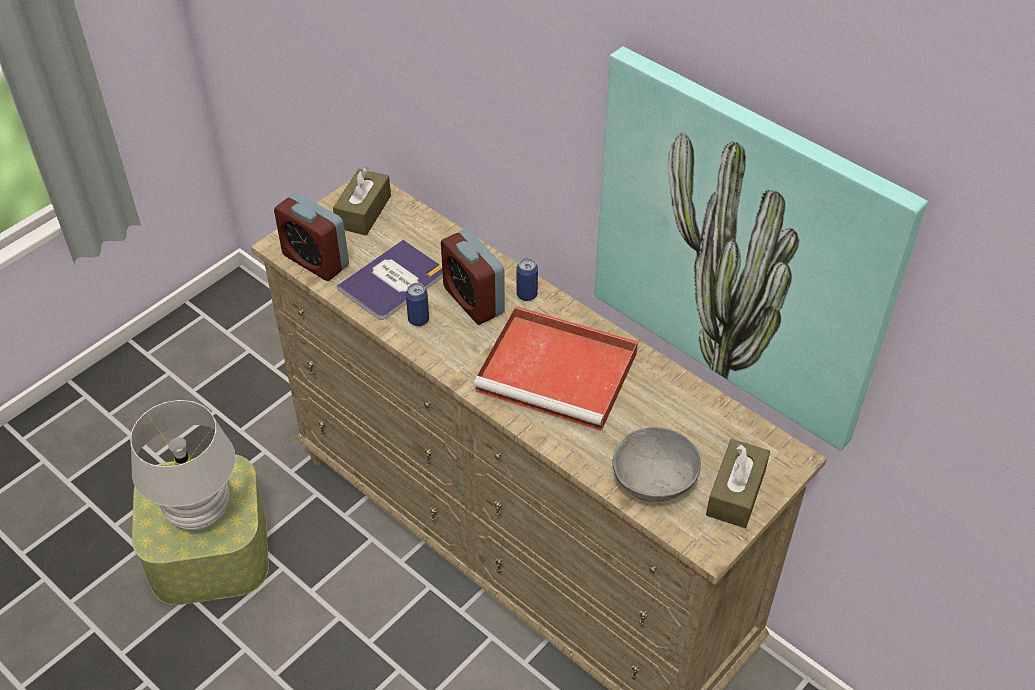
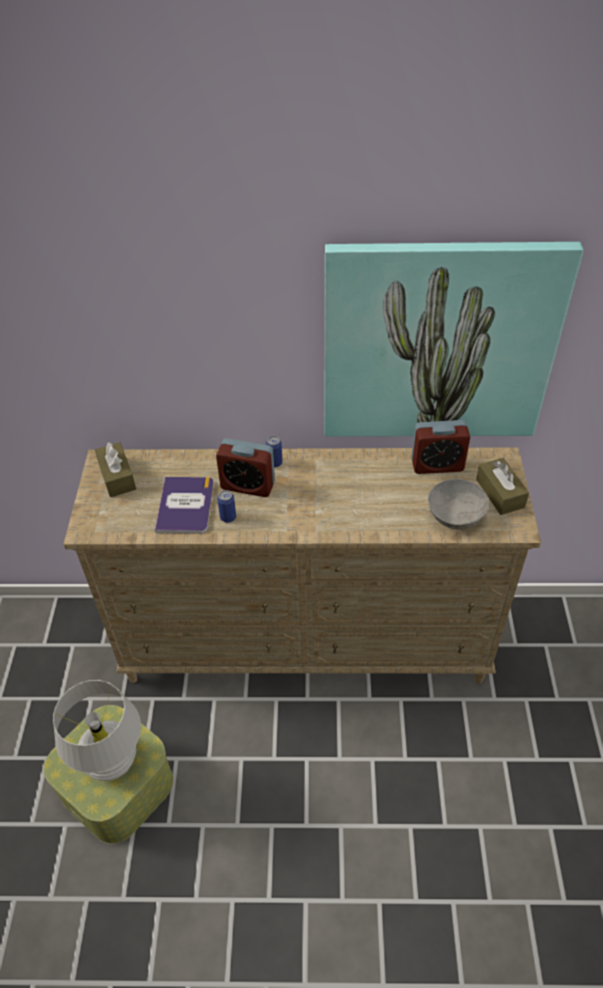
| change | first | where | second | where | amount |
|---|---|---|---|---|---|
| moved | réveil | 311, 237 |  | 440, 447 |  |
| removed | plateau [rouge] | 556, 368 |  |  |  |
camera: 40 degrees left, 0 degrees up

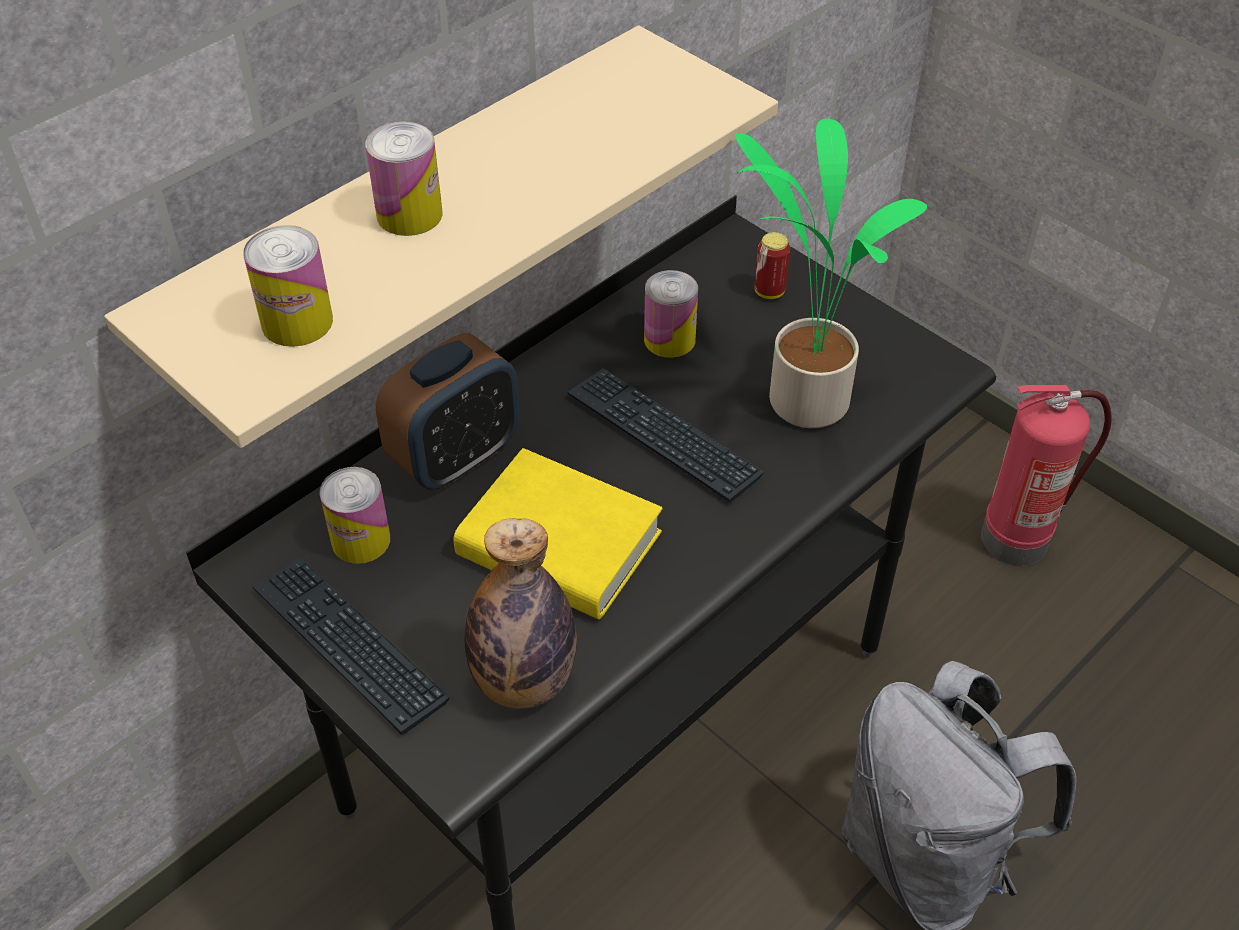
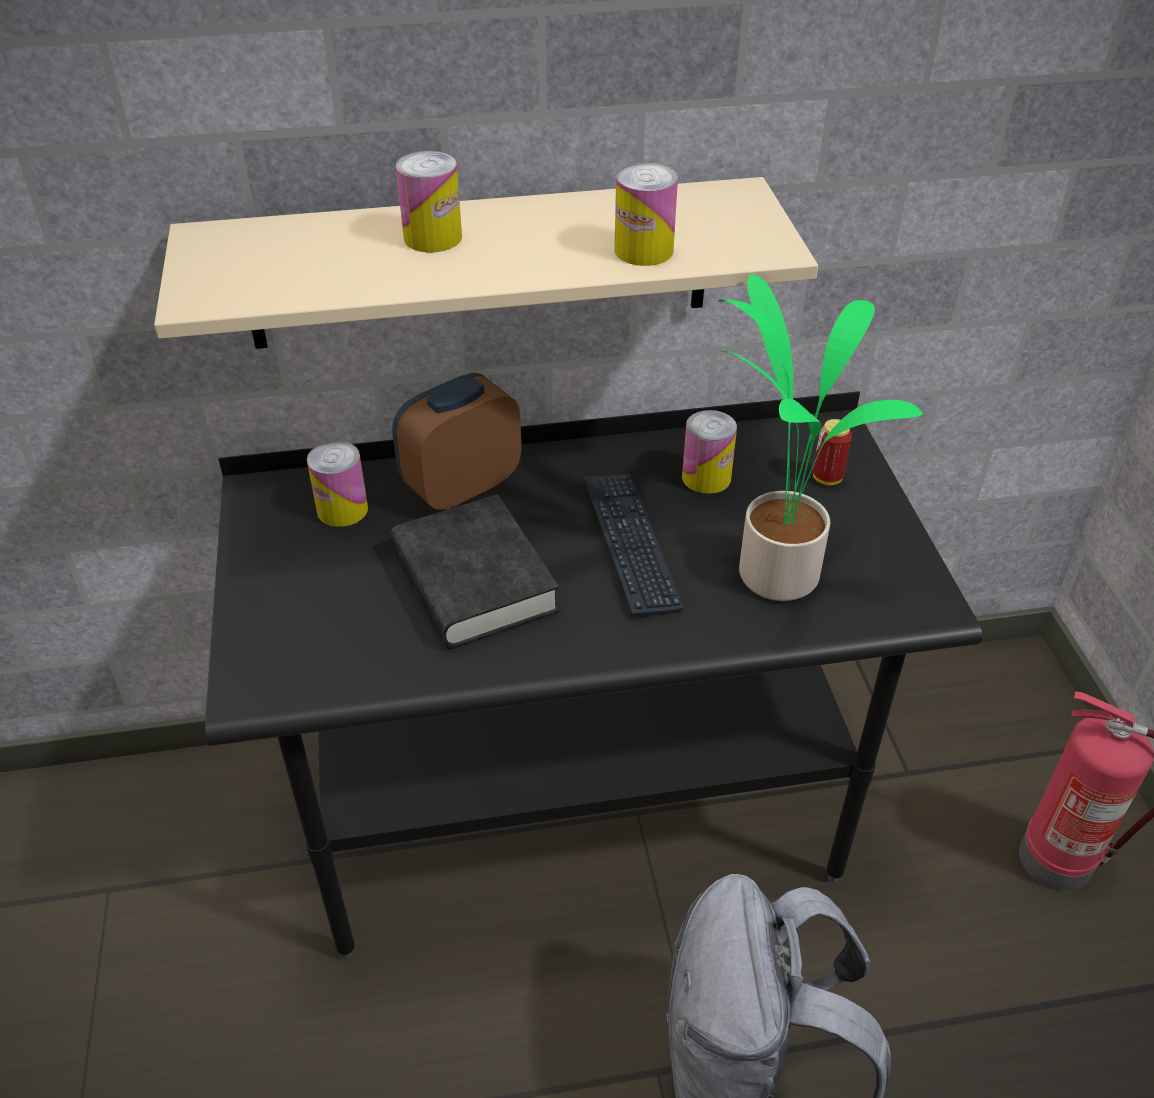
| change | first | where | second | where | amount |
|---|---|---|---|---|---|
| moved | boîte métallique | 288, 286 |  | 646, 214 |  |
| turned | réveil | 447, 411 |  | 457, 441 | 150 degrees clockwise |
| recoloured | livre [jaune] | 557, 533 | livre [noir] | 474, 571 |  |
| removed | bouteille | 520, 613 |  |  |  |
| removed | clavier | 351, 646 |  |  |  |
camera: 35 degrees right, 5 degrees down

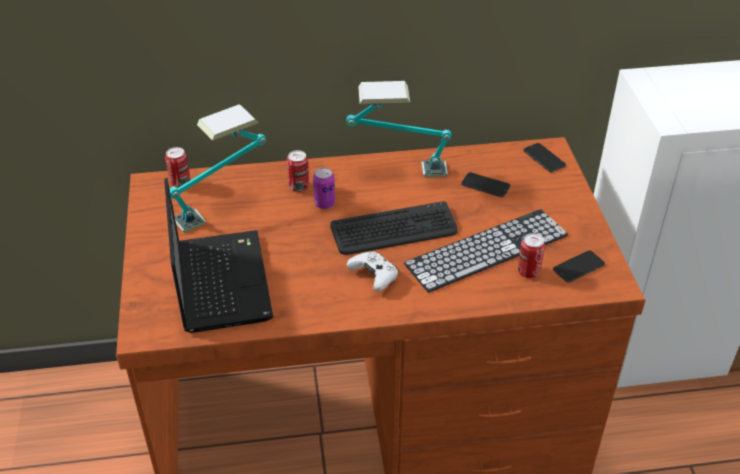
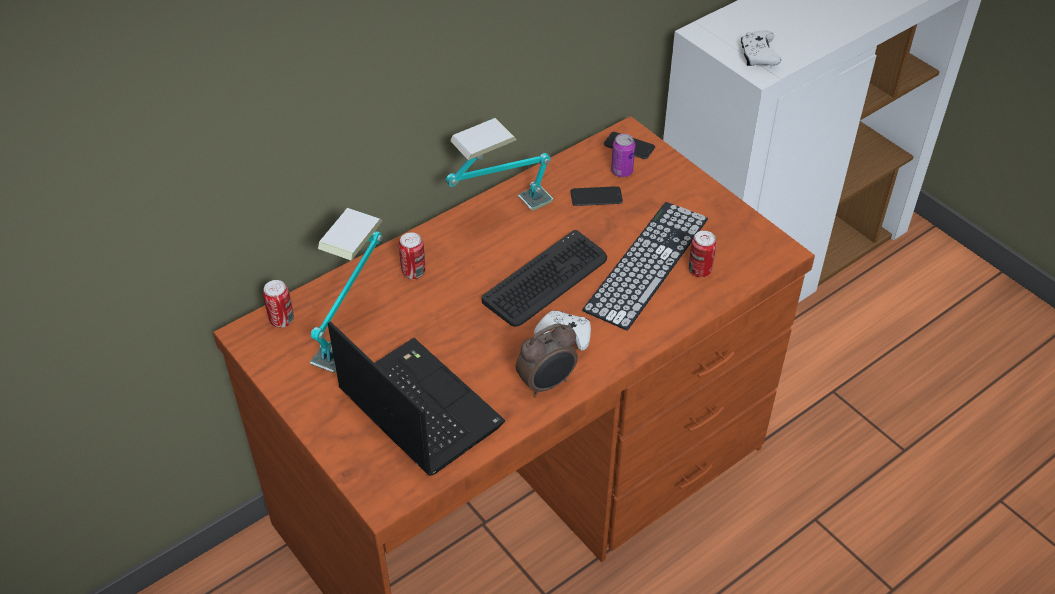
| change | first | where | second | where | amount |
|---|---|---|---|---|---|
| moved | boîte métallique | 324, 188 |  | 623, 155 |  |
| removed | téléphone | 579, 266 |  |  |  |
| added |  |  | manette [blanc] | 761, 48 |  |
| added |  |  | réveil | 547, 360 |  |
camera: 30 degrees left, 5 degrees up

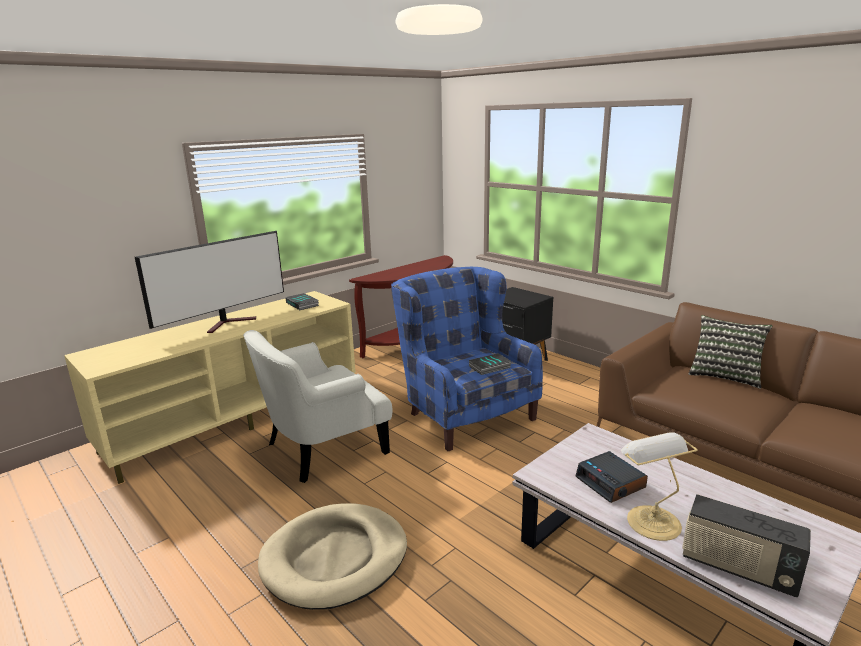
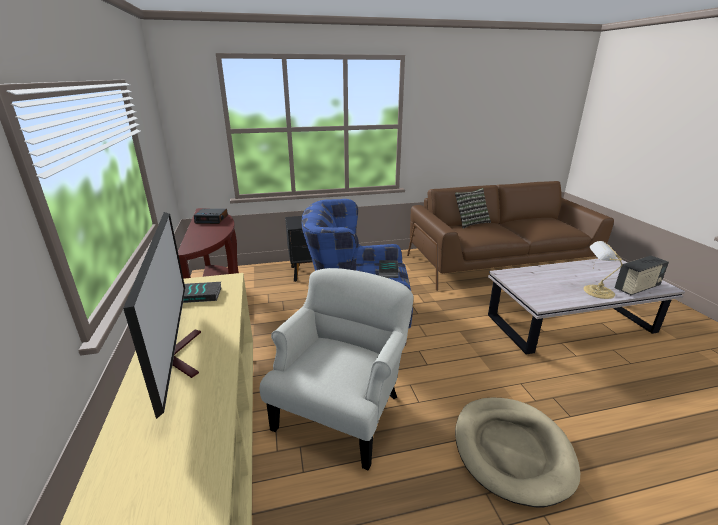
| change | first | where | second | where | amount |
|---|---|---|---|---|---|
| turned | fauteuil [blanc] | 317, 406 |  | 337, 369 | 150 degrees counterclockwise |
| moved | réveil | 612, 477 |  | 211, 216 |  |
camera: 60 degrees left, 5 degrees up

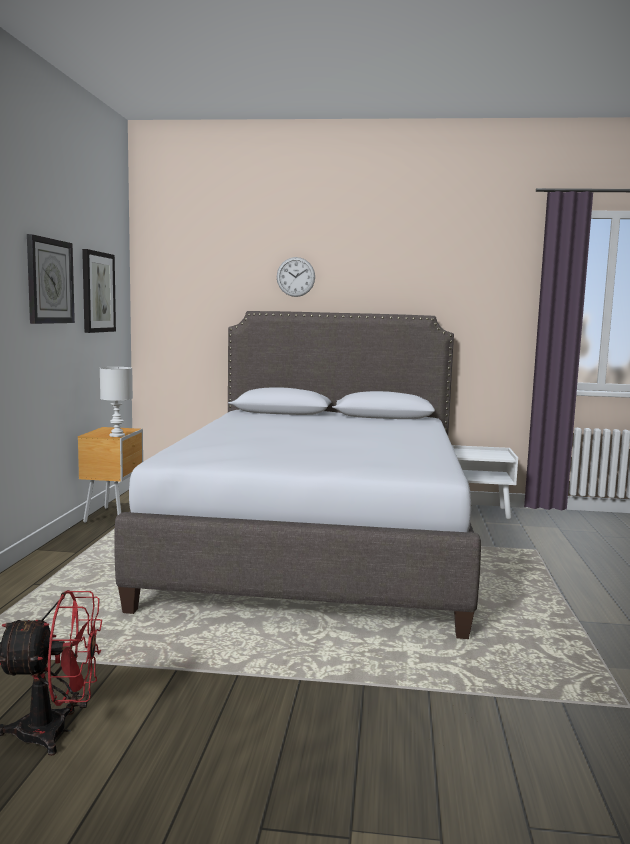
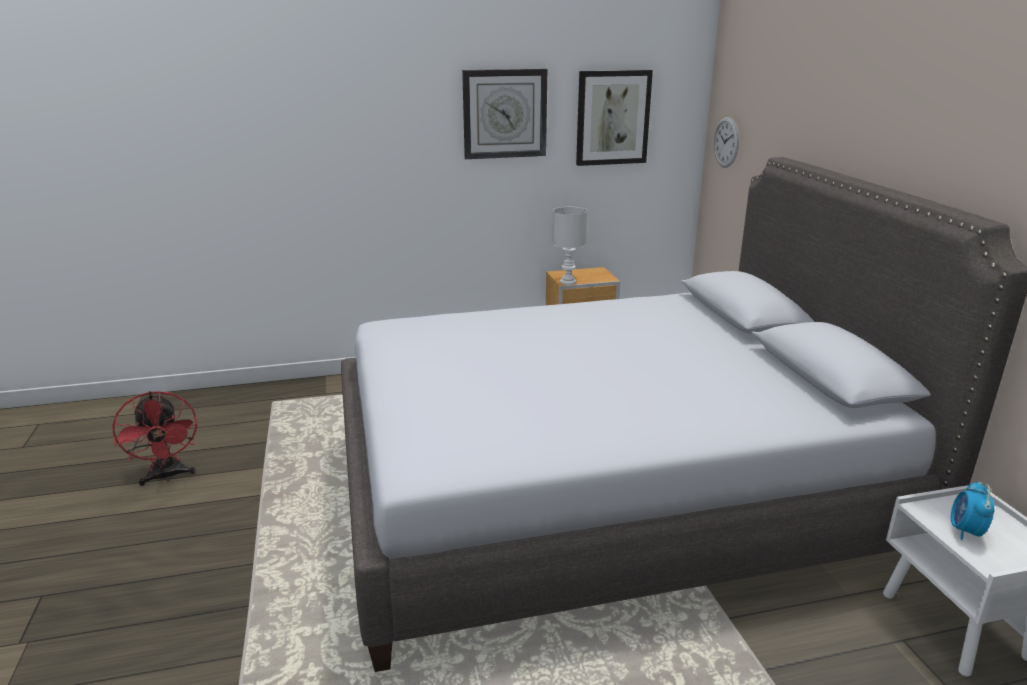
| change | first | where | second | where | amount |
|---|---|---|---|---|---|
| moved | horloge murale | 296, 277 |  | 726, 142 |  |
| added |  |  | réveil | 972, 510 |  |
camera: 70 degrees right, 15 degrees up

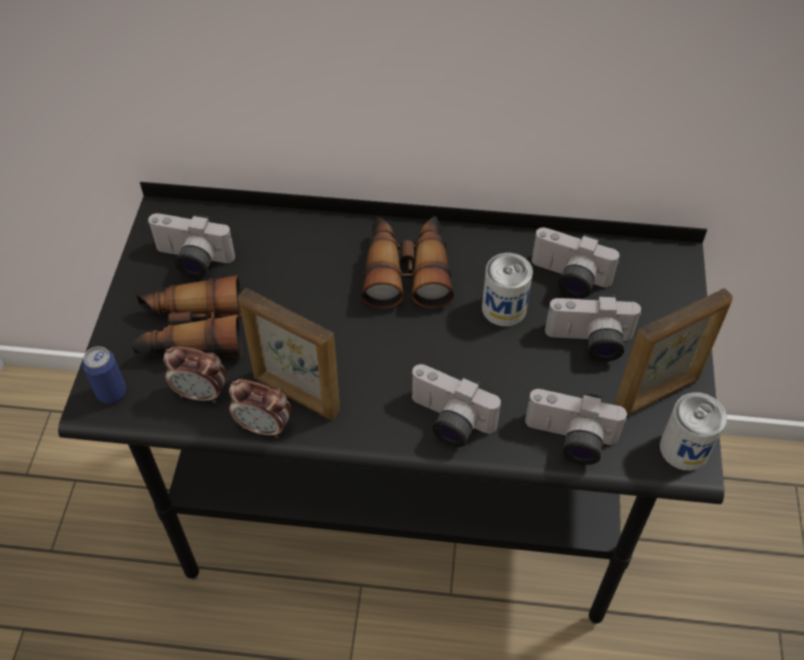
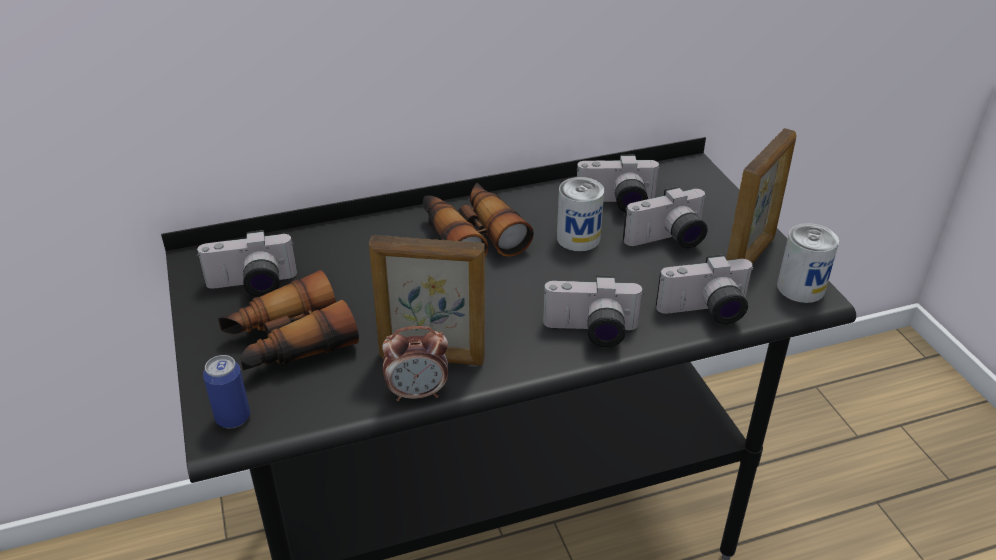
| change | first | where | second | where | amount |
|---|---|---|---|---|---|
| removed | réveil | 195, 374 |  |  |  |
camera: 25 degrees left, 15 degrees down

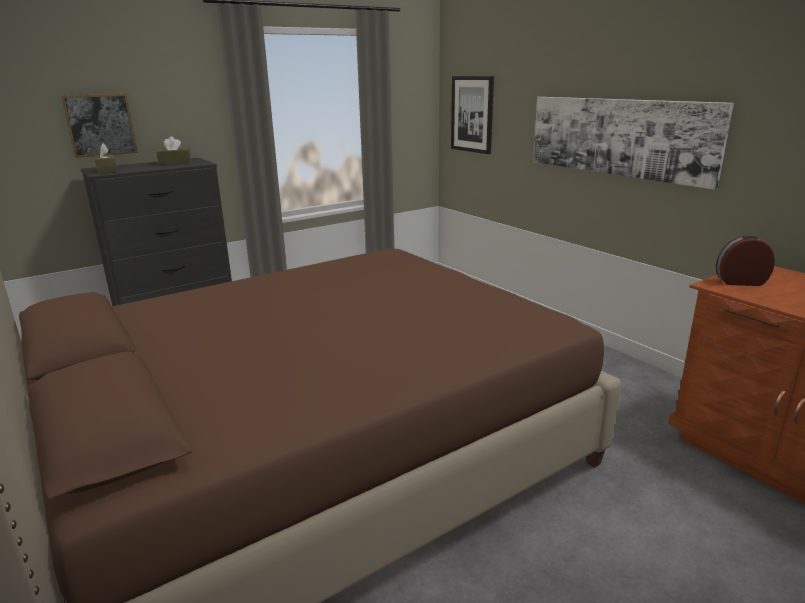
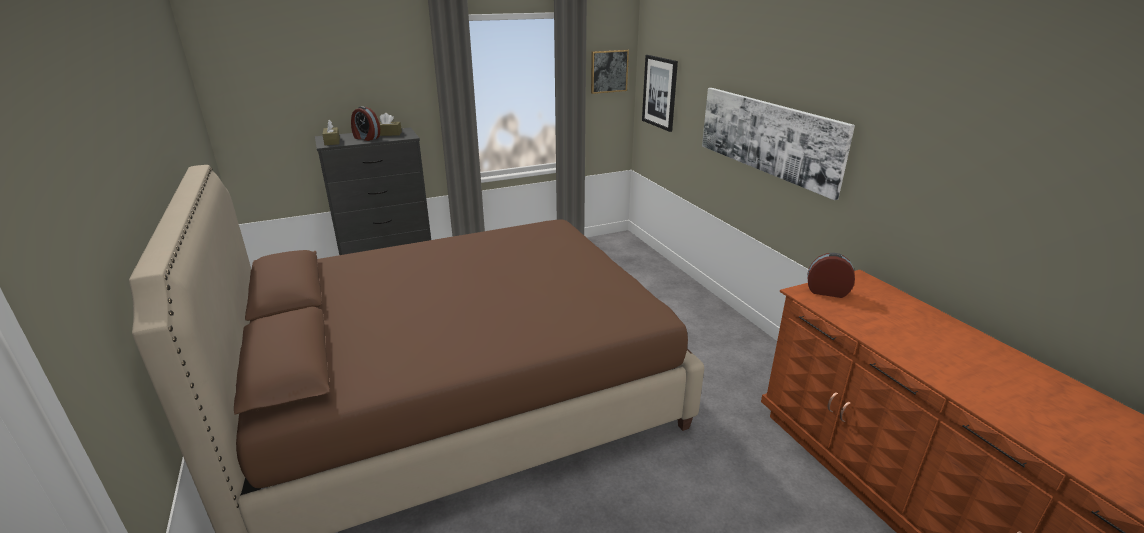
| change | first | where | second | where | amount |
|---|---|---|---|---|---|
| moved | tableau | 99, 126 |  | 610, 72 |  |
| added |  |  | réveil | 365, 123 |  |
camera: 10 degrees right, 5 degrees up

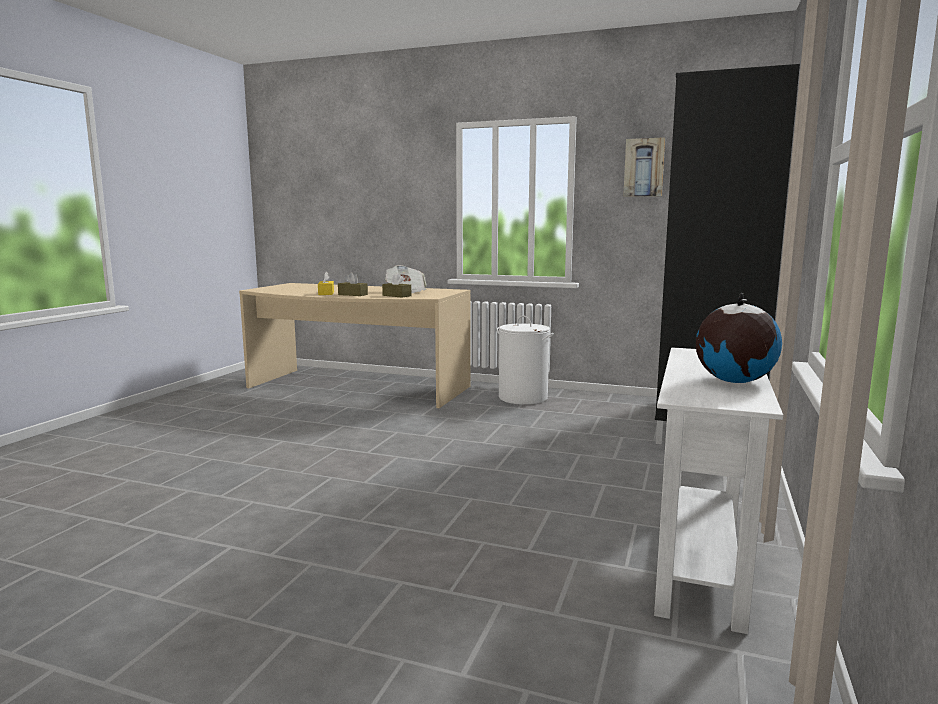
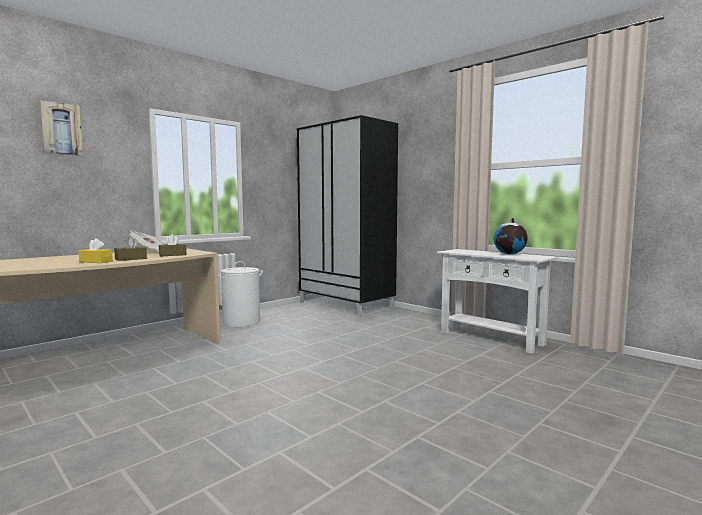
| change | first | where | second | where | amount |
|---|---|---|---|---|---|
| moved | tableau | 644, 167 |  | 61, 128 |  |
camera: 65 degrees left, 5 degrees down

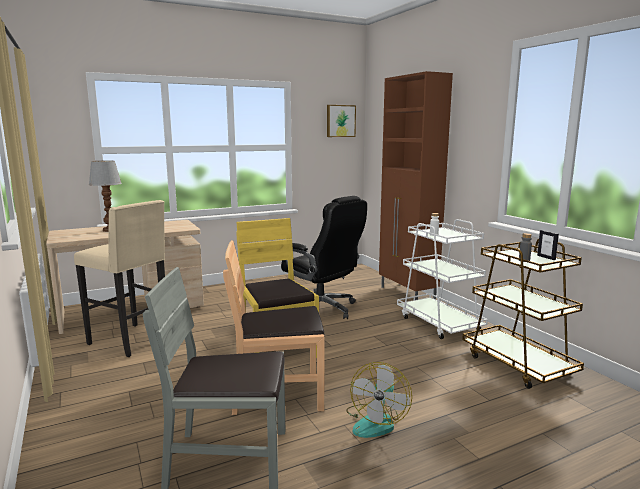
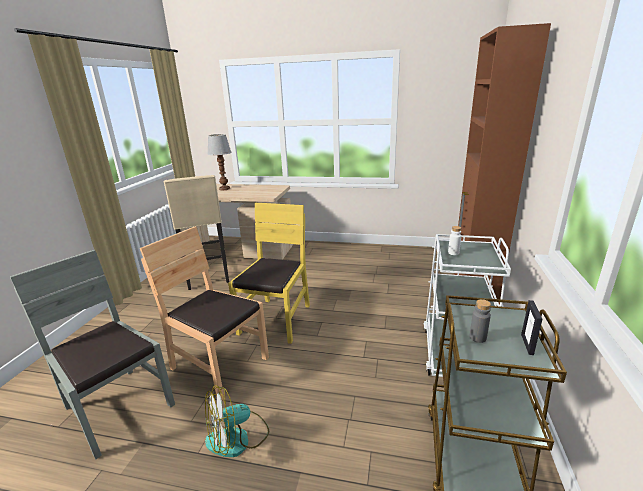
| change | first | where | second | where | amount |
|---|---|---|---|---|---|
| removed | tableau | 341, 121 |  |  |  |
| removed | chaise de bureau [noir] | 324, 257 |  |  |  |
camera: 40 degrees right, 10 degrees up

